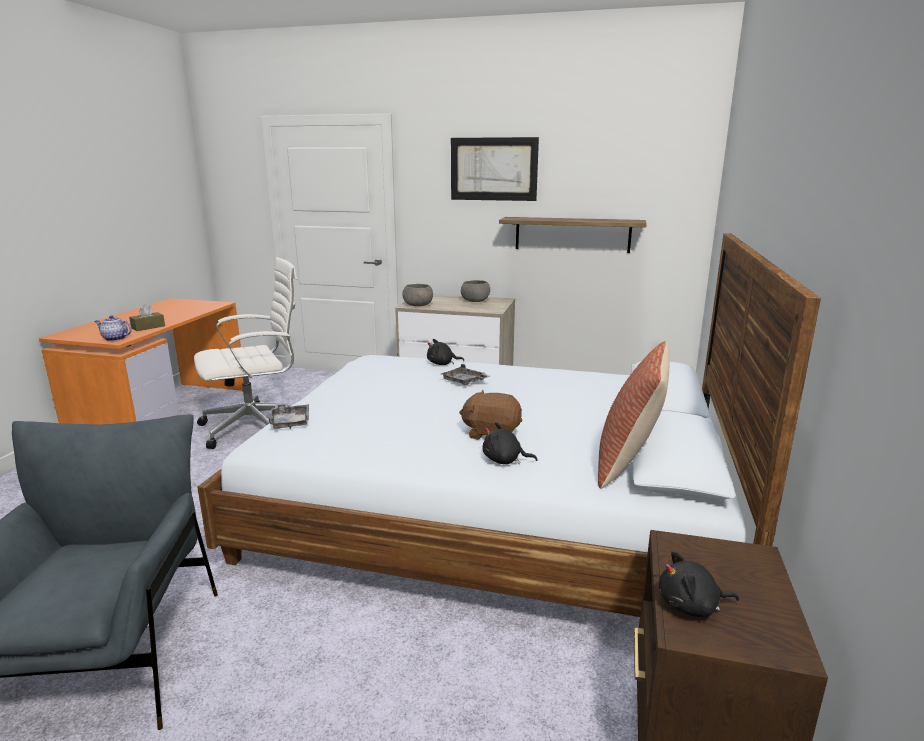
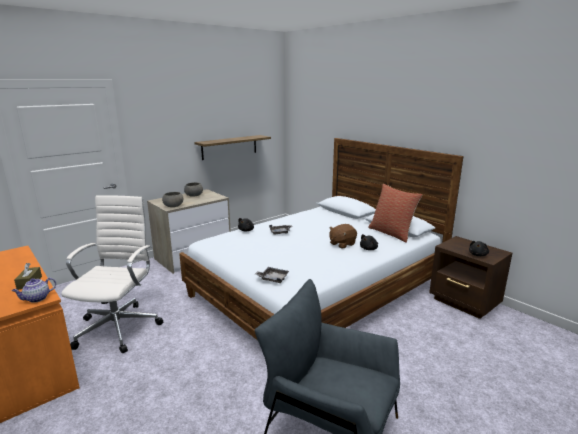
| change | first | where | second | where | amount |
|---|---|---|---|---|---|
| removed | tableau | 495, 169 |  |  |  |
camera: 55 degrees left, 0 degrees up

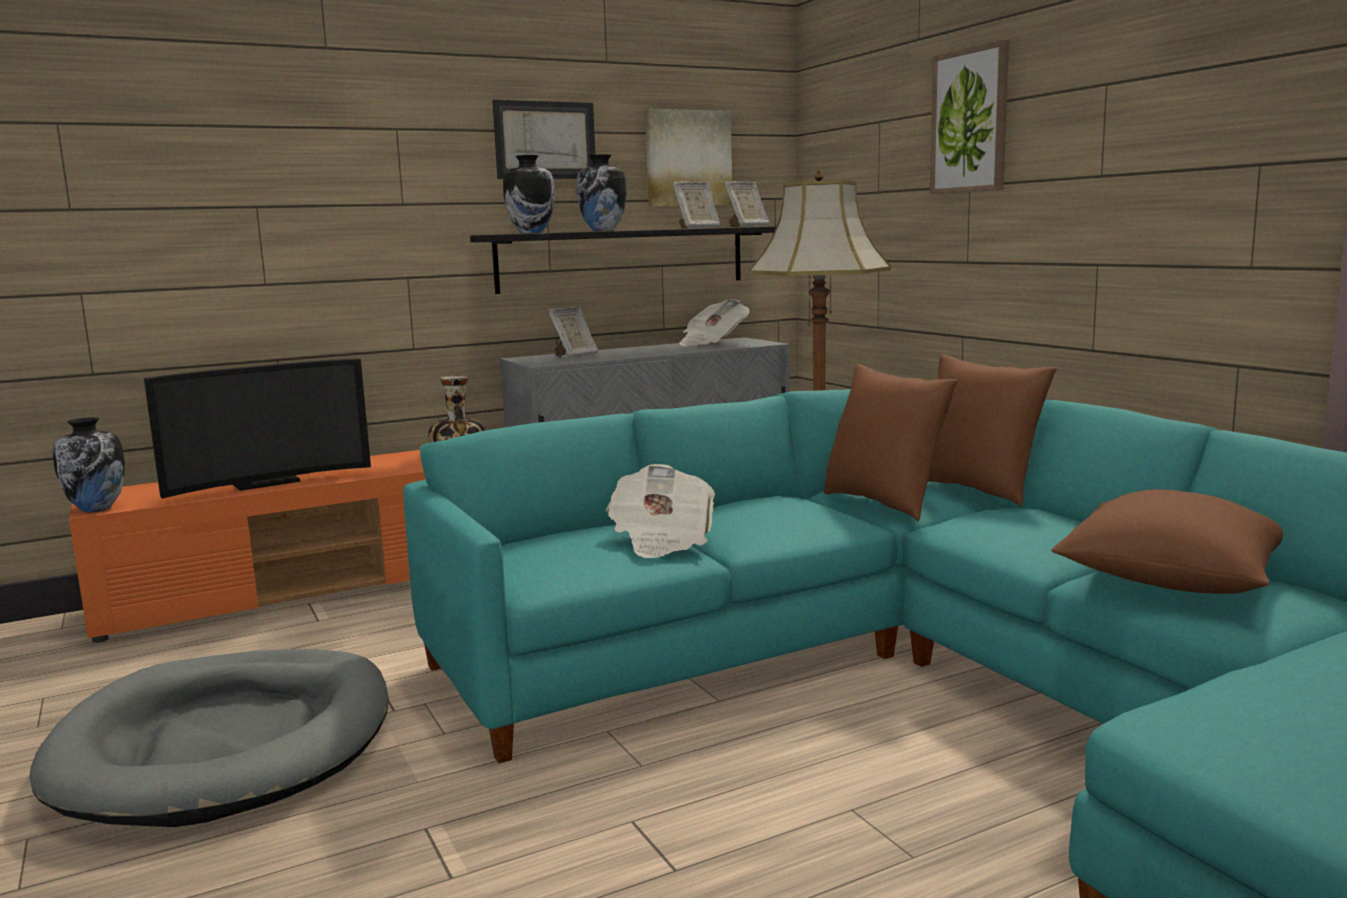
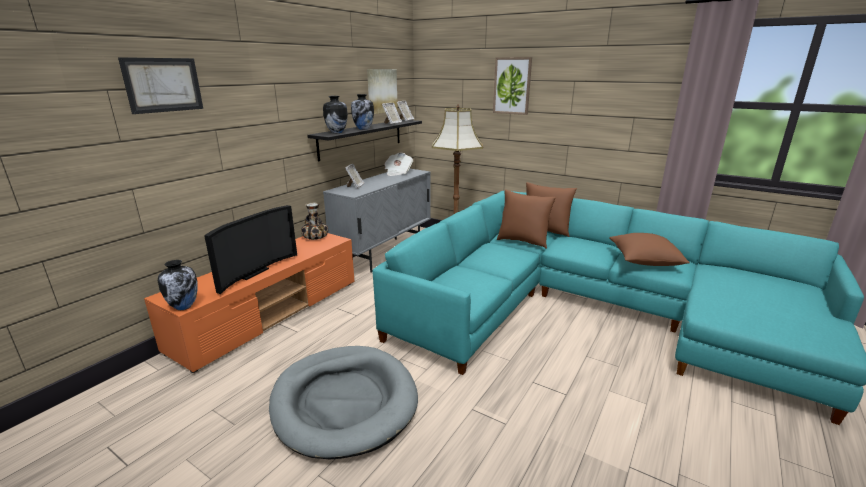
| change | first | where | second | where | amount |
|---|---|---|---|---|---|
| moved | tableau | 544, 139 |  | 160, 85 |  |
| removed | journal | 660, 511 |  |  |  |
camera: 30 degrees left, 10 degrees up

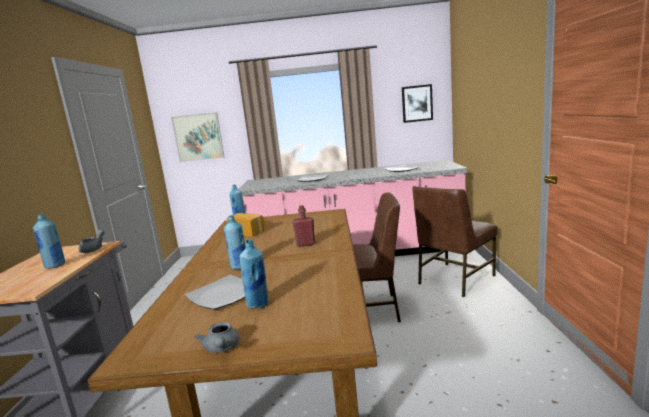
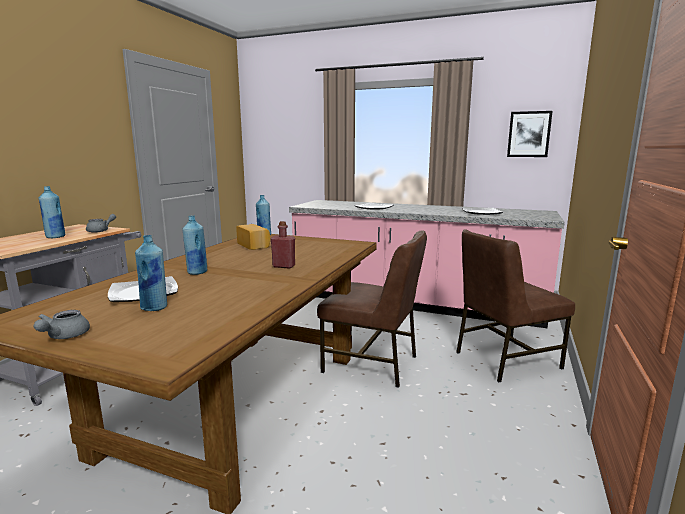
| change | first | where | second | where | amount |
|---|---|---|---|---|---|
| removed | tableau | 198, 137 |  |  |  |
camera: 20 degrees right, 0 degrees up

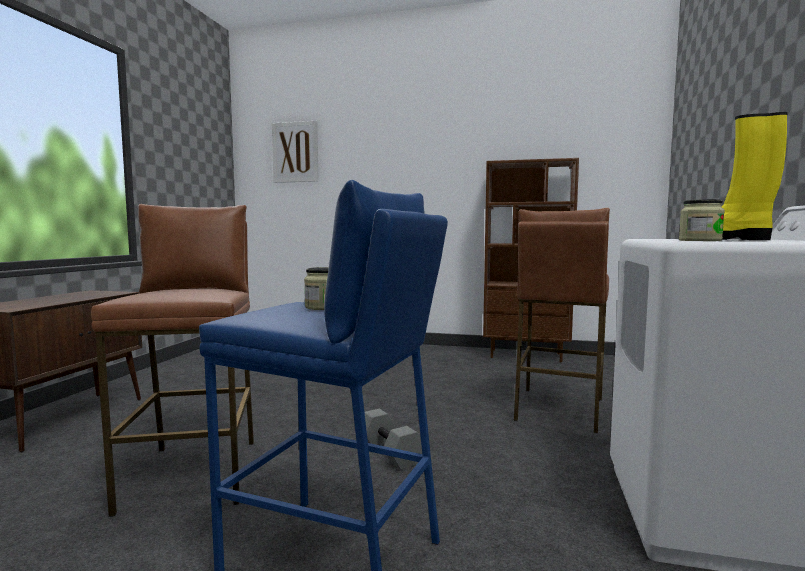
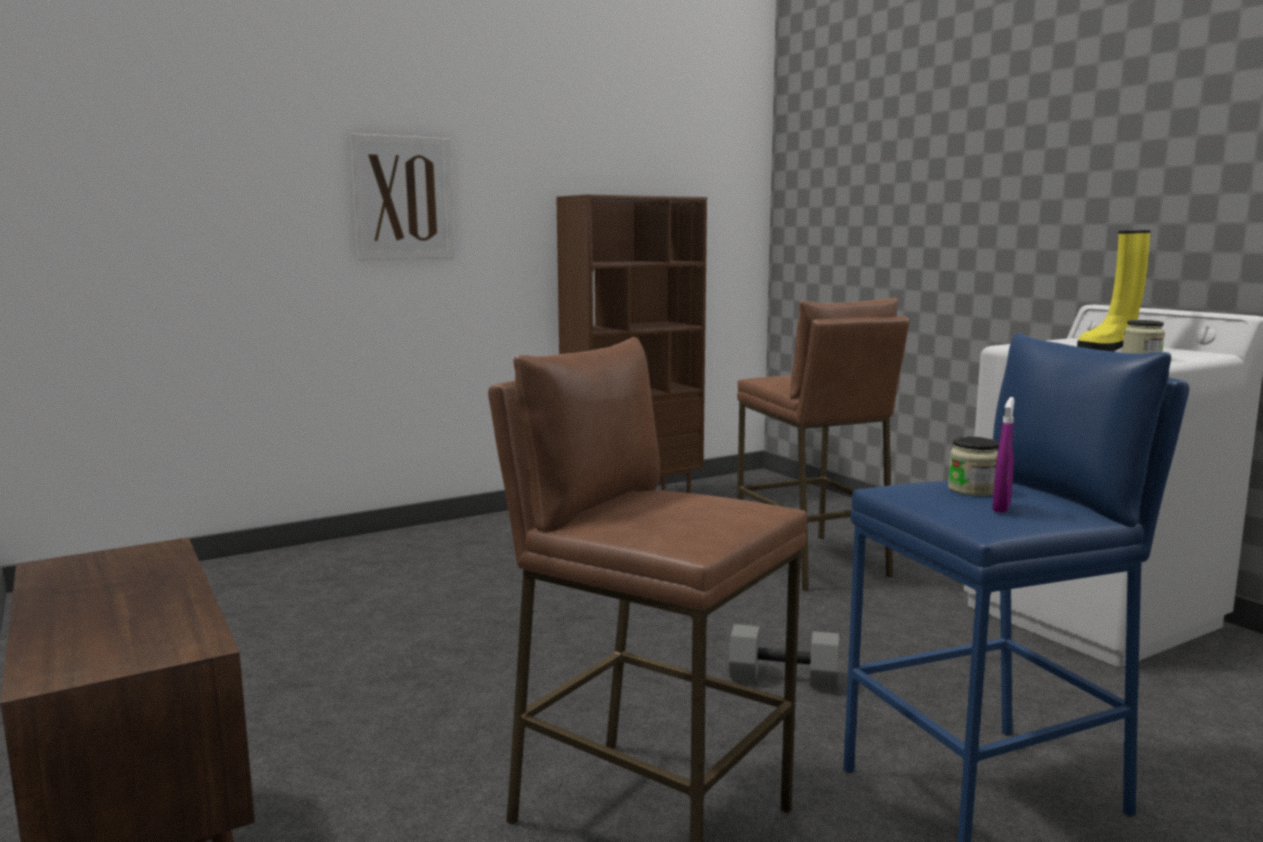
| change | first | where | second | where | amount |
|---|---|---|---|---|---|
| moved | tableau | 295, 152 |  | 402, 196 |  |
| added |  |  | vaporisateur [violet] | 1003, 455 |  |
camera: 45 degrees left, 5 degrees up

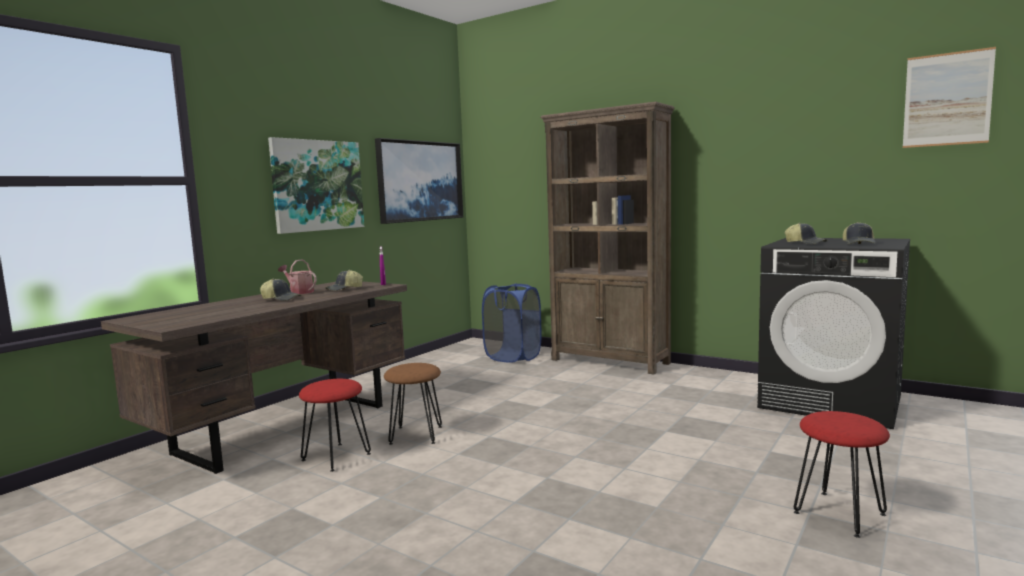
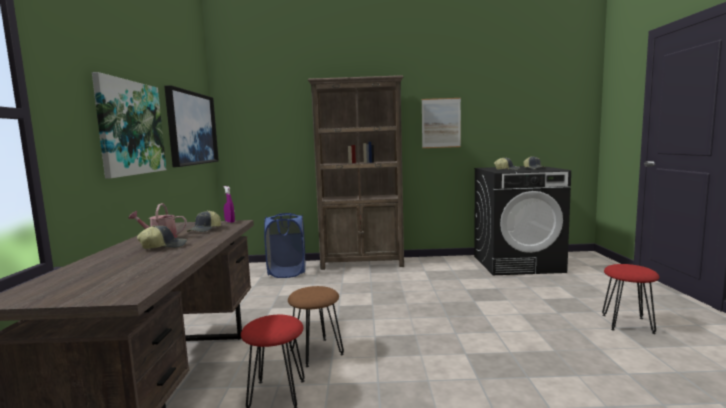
| change | first | where | second | where | amount |
|---|---|---|---|---|---|
| moved | tableau | 949, 97 |  | 441, 123 |  |
camera: 35 degrees left, 0 degrees up

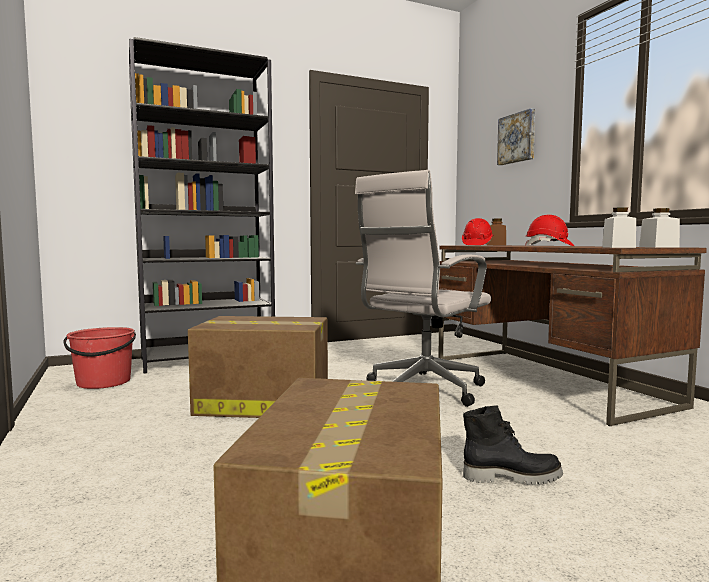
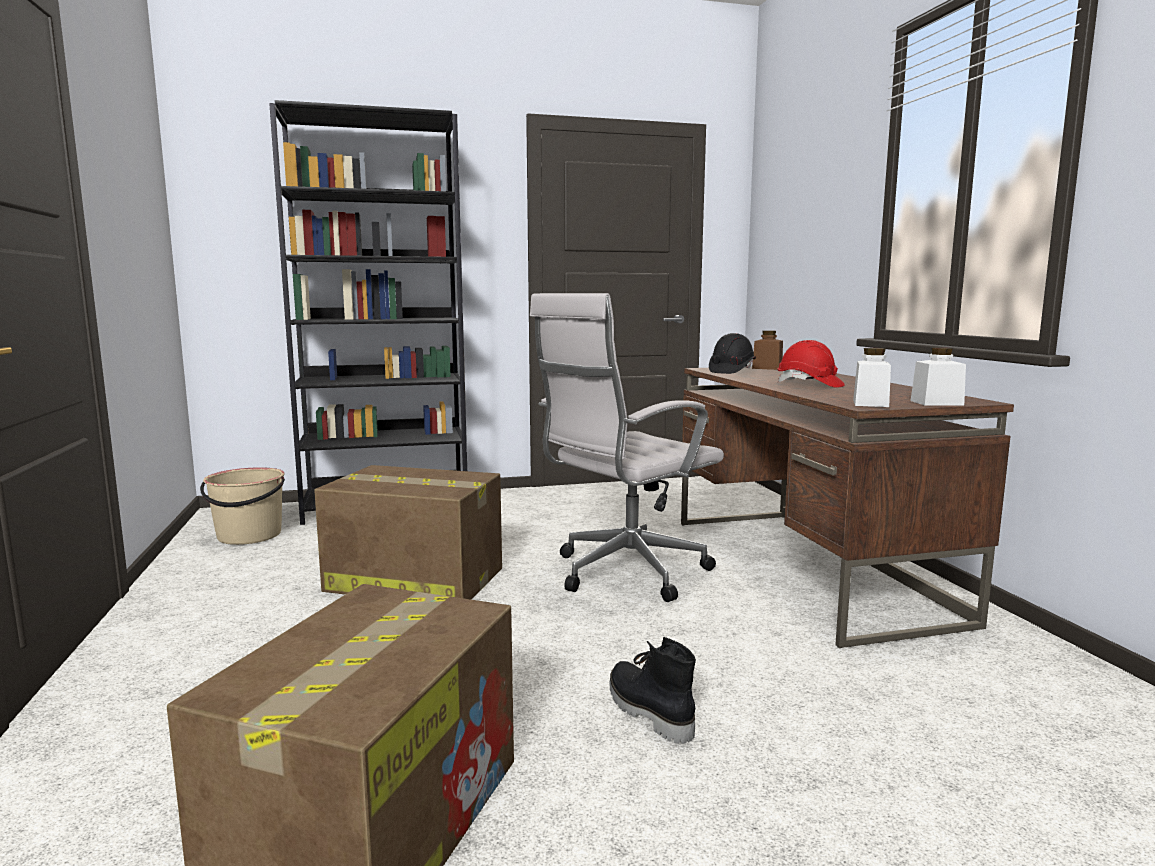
| change | first | where | second | where | amount |
|---|---|---|---|---|---|
| removed | tableau | 516, 136 |  |  |  |
| recoloured | casque de chantier [rouge] | 478, 231 | casque de chantier [noir] | 732, 353 |  |
| recoloured | seau [rouge] | 99, 358 | seau [beige] | 242, 506 |  |
| turned | botte [noir] | 513, 445 |  | 652, 690 | 135 degrees counterclockwise |
camera: 10 degrees right, 5 degrees up

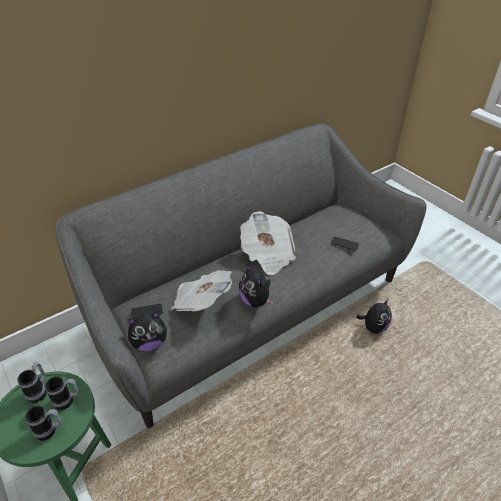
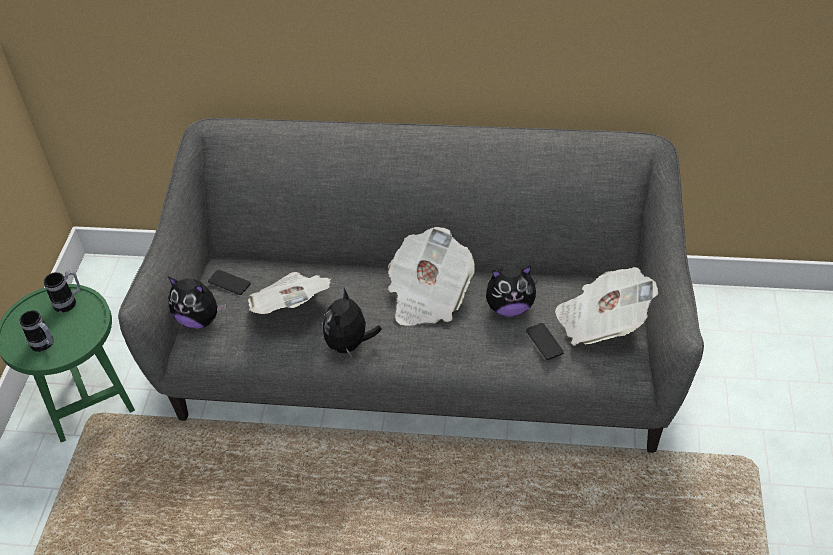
| change | first | where | second | where | amount |
|---|---|---|---|---|---|
| moved | peluche | 374, 316 |  | 511, 291 |  |
| removed | mug | 62, 393 |  |  |  |
| added |  |  | journal | 606, 306 |  |
camera: 45 degrees right, 5 degrees up

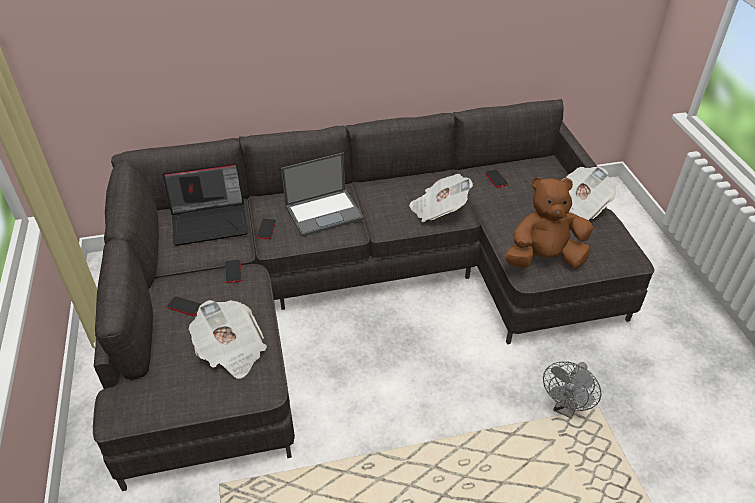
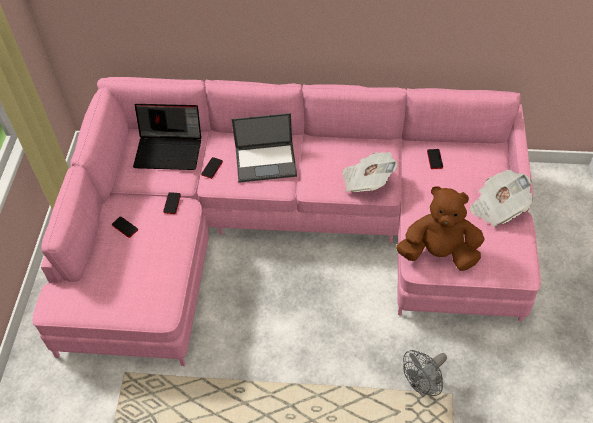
| change | first | where | second | where | amount |
|---|---|---|---|---|---|
| recoloured | canapé [gris] | 373, 295 | canapé [rose] | 286, 221 |  |
| removed | journal | 228, 339 |  |  |  |
camera: 20 degrees right, 10 degrees up

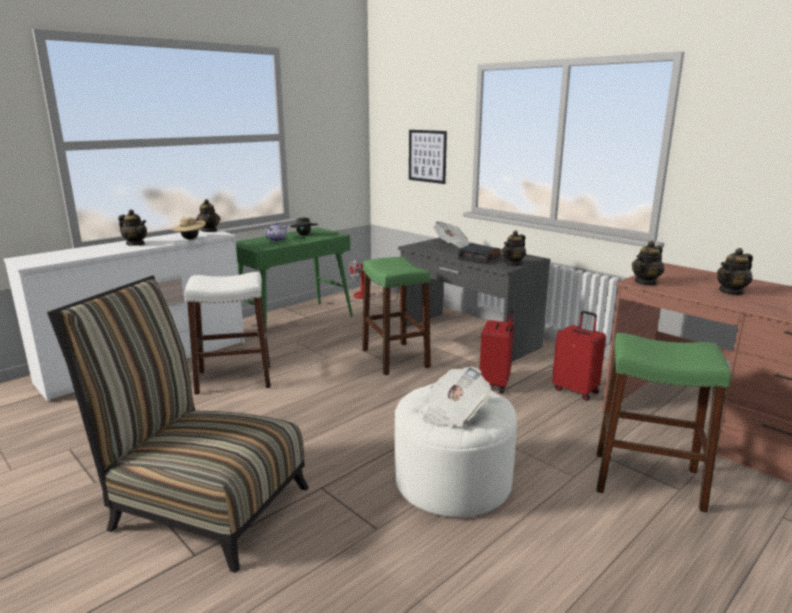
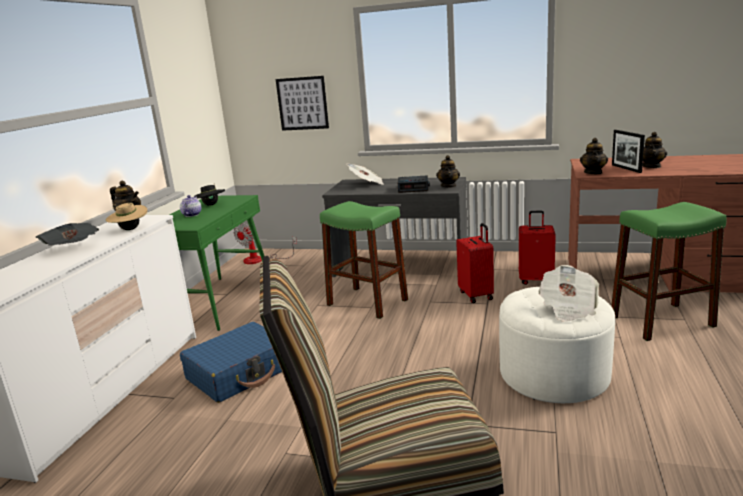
| change | first | where | second | where | amount |
|---|---|---|---|---|---|
| replaced | théière | 132, 227 | journal | 67, 234 |  |
| replaced | tabouret [blanc] | 228, 333 | valise [bleu] | 231, 362 |  |
| added |  |  | cadre photo | 628, 151 |  |
camera: 30 degrees left, 0 degrees up

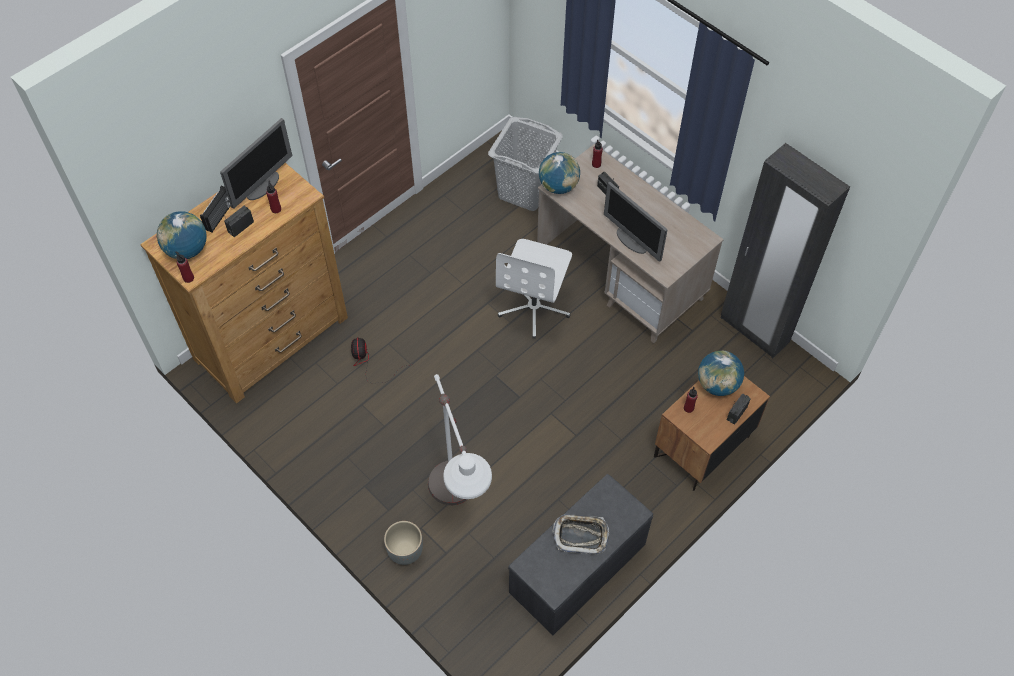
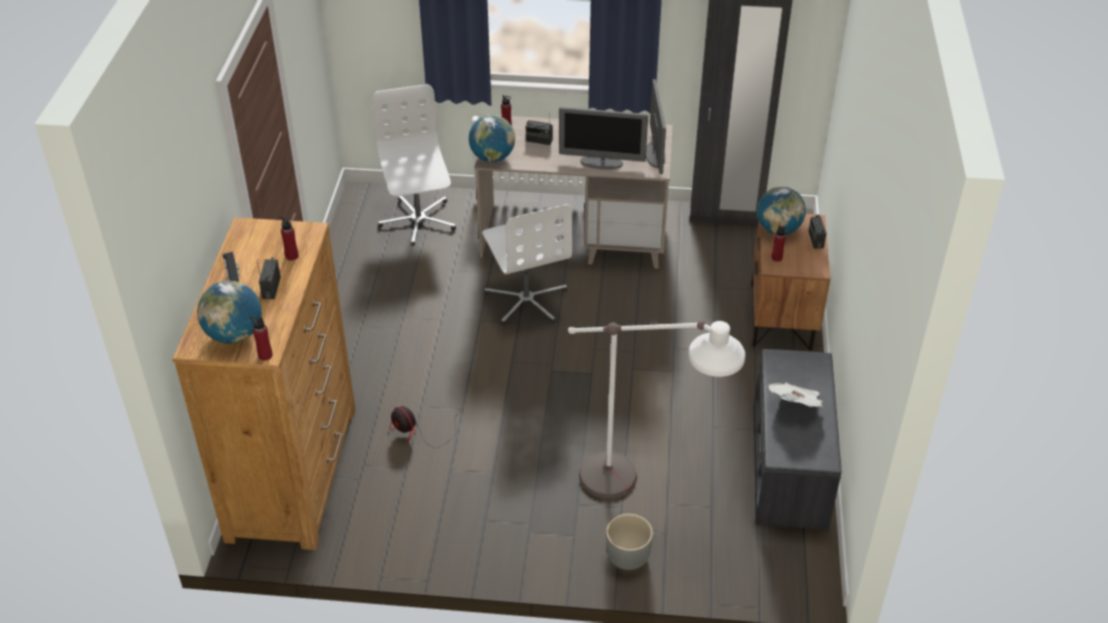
| change | first | where | second | where | amount |
|---|---|---|---|---|---|
| replaced | panier à linge [gris] | 525, 164 | chaise de bureau [blanc] | 414, 165 |  |
| moved | écran d'ordinateur | 256, 163 |  | 656, 126 |  |
| replaced | plateau | 580, 534 | journal | 796, 394 |  |
camera: 40 degrees left, 15 degrees down

